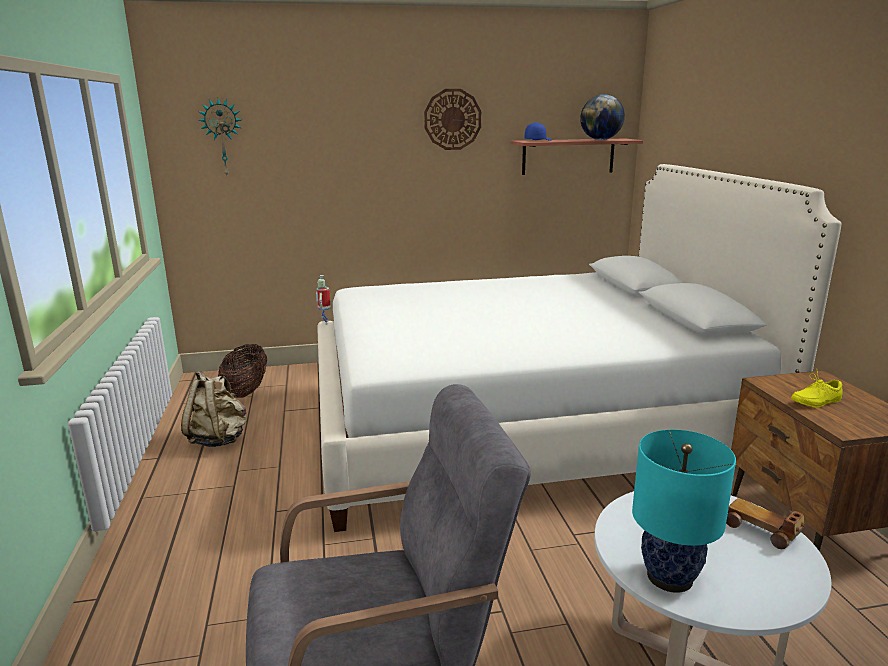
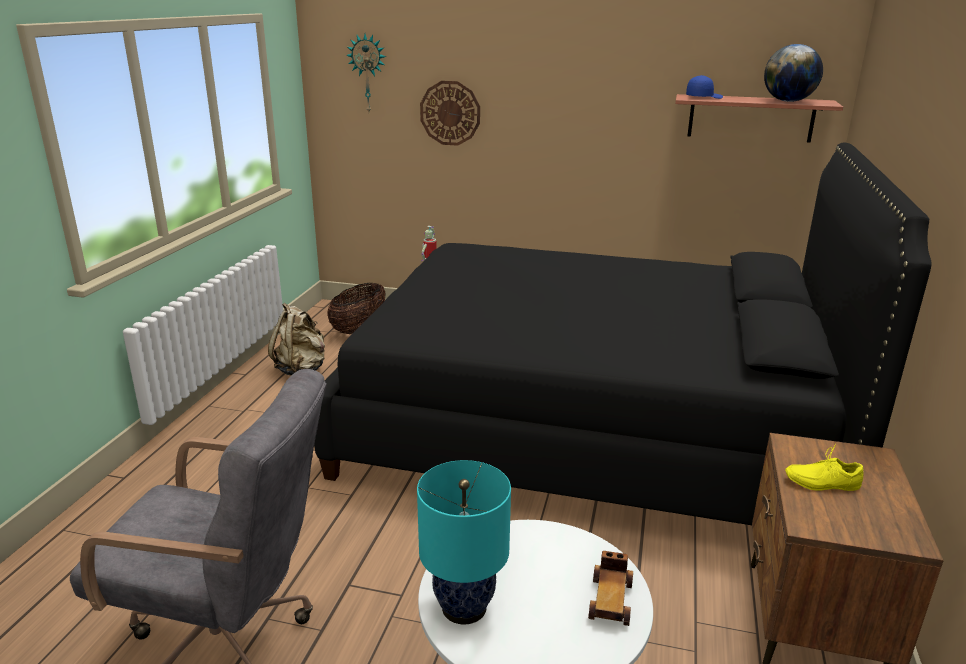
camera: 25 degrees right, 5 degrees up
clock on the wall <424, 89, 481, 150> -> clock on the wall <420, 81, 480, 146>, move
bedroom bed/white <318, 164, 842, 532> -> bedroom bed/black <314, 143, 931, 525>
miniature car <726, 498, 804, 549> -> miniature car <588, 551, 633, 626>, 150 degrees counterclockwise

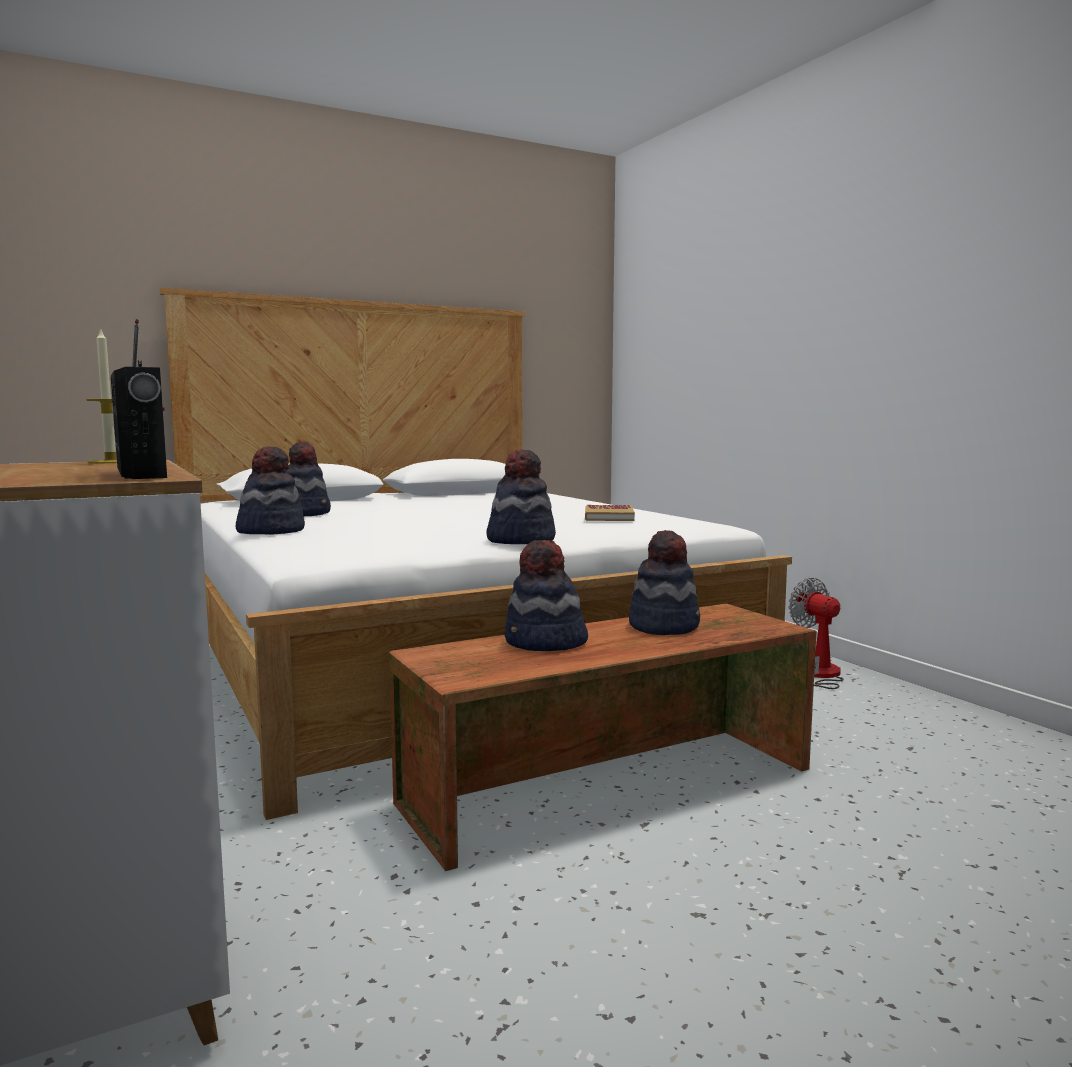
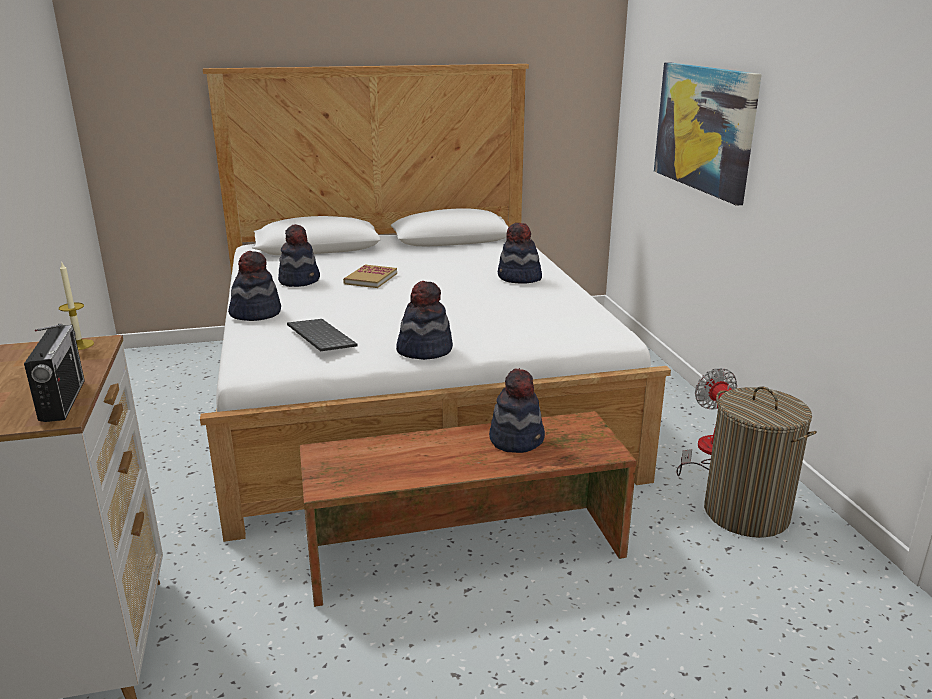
camera: 15 degrees right, 15 degrees up
volume <585, 505, 635, 521> -> volume <343, 265, 397, 288>, move
hat <504, 540, 588, 651> -> hat <498, 223, 542, 283>, move
none -> wall picture <654, 62, 762, 206>
none -> keyboard <287, 319, 358, 351>
none -> hamper <704, 386, 817, 538>

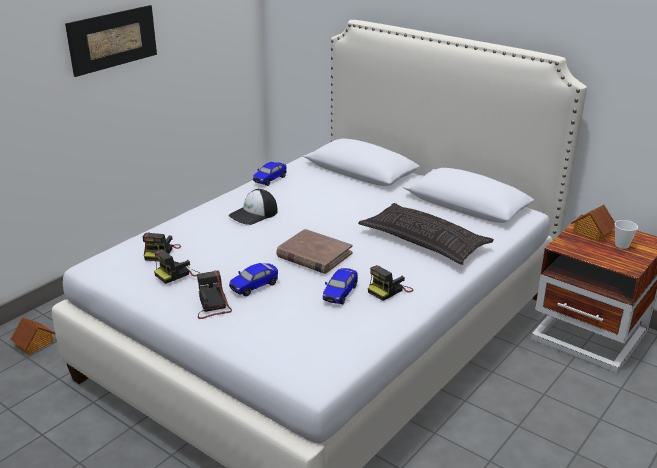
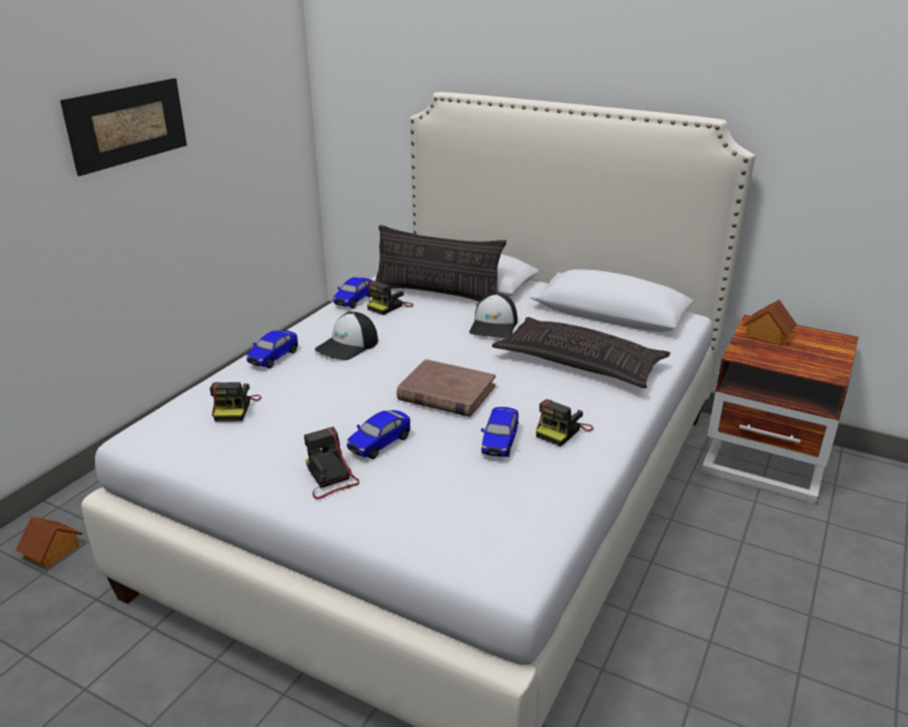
camera: 10 degrees left, 0 degrees up
small cup <615, 220, 638, 249> -> none
still camera <154, 249, 200, 284> -> still camera <367, 281, 414, 315>, move
none -> throw pillow <375, 225, 506, 302>
none -> peaked cap <469, 293, 517, 338>
none -> miniature car <247, 330, 298, 368>

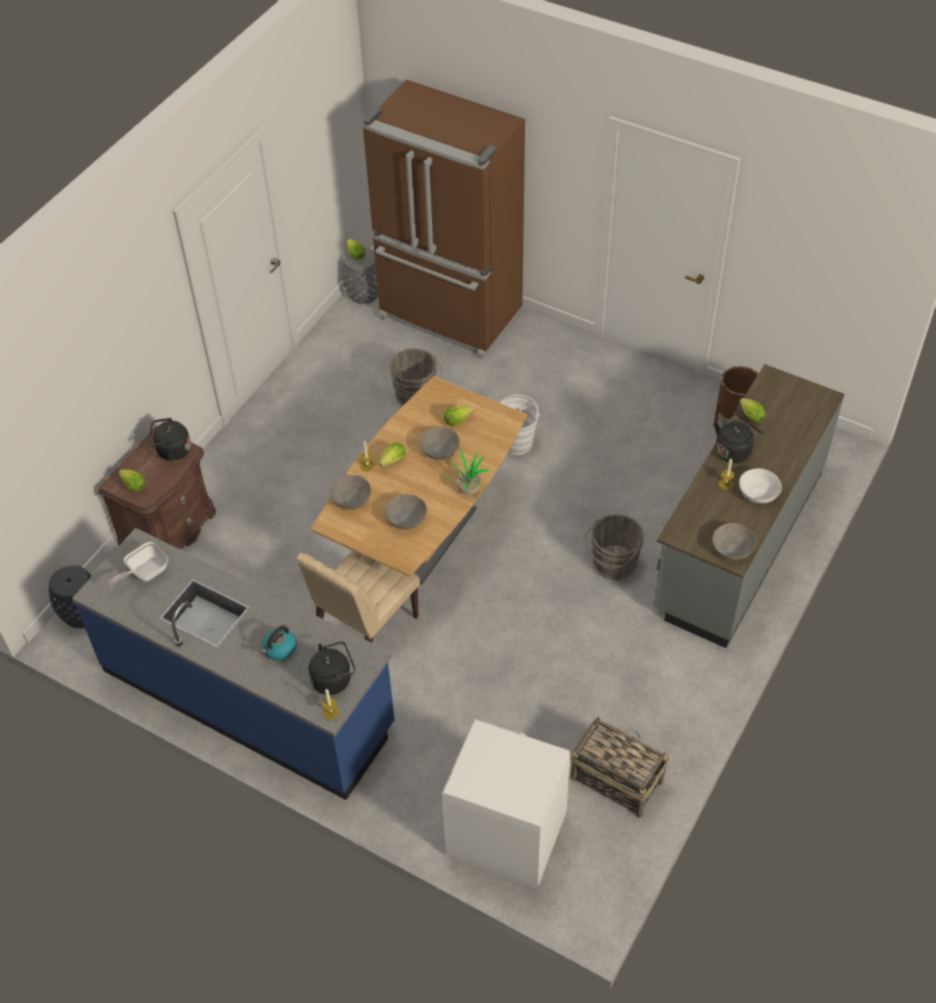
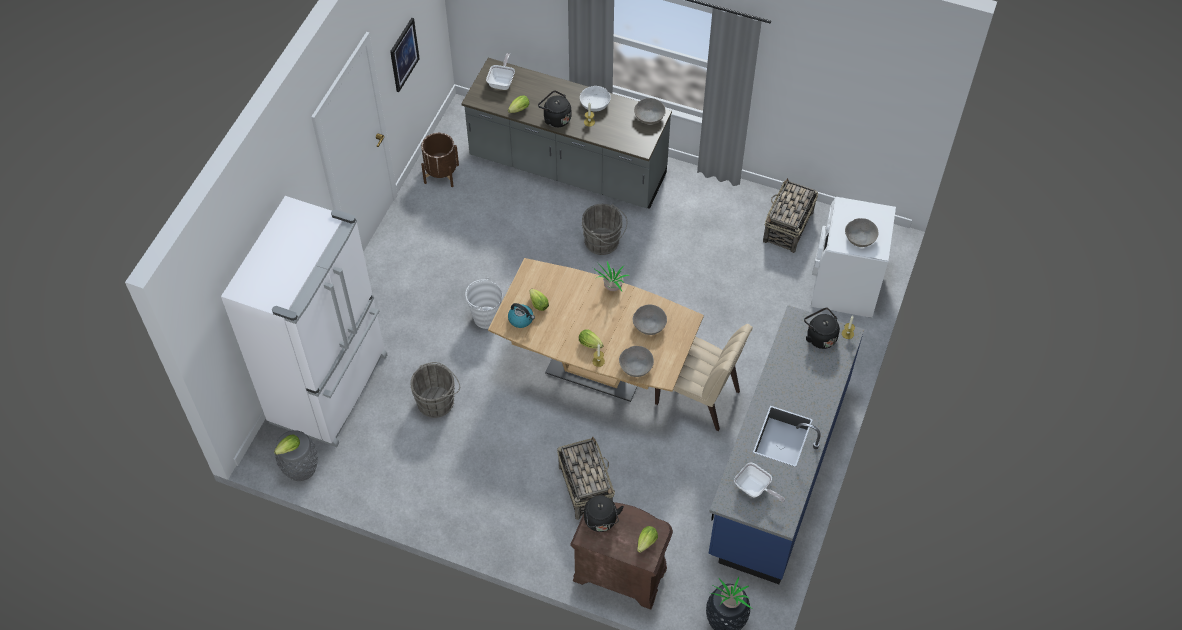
camera: 100 degrees left, 5 degrees up
fridge/brown-coloured <362, 79, 525, 360> -> fridge/white <221, 196, 387, 447>
serving bowl/greyish <420, 427, 460, 460> -> serving bowl/greyish <845, 218, 879, 247>, move
kettle <261, 625, 297, 661> -> kettle <508, 303, 535, 328>, move
none -> wall picture <390, 18, 420, 92>
none -> frying pan <486, 53, 515, 90>
none -> storage basket <557, 437, 615, 520>
none -> plant in a pot <712, 577, 752, 609>

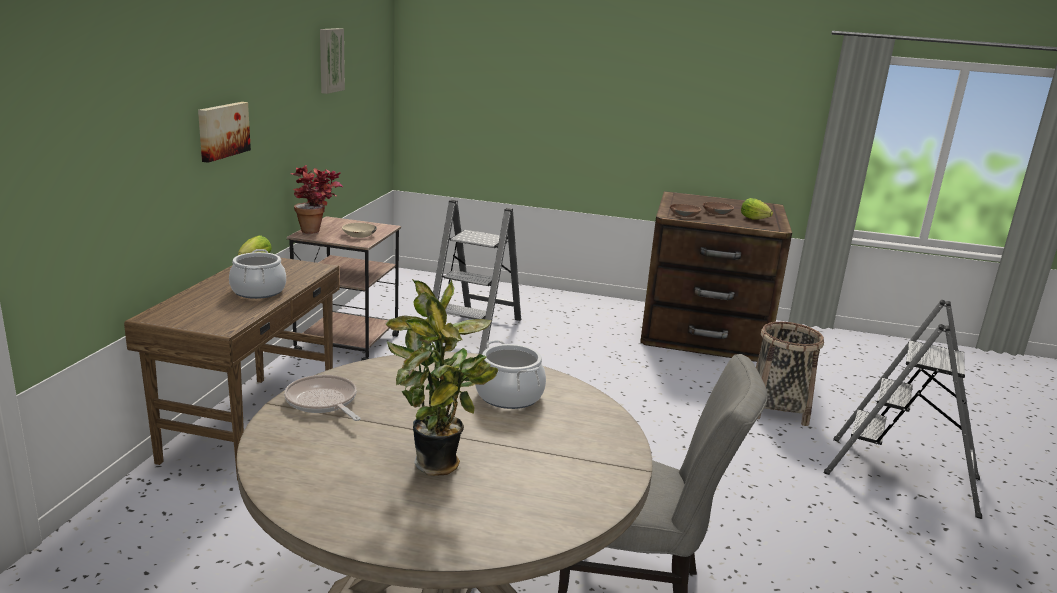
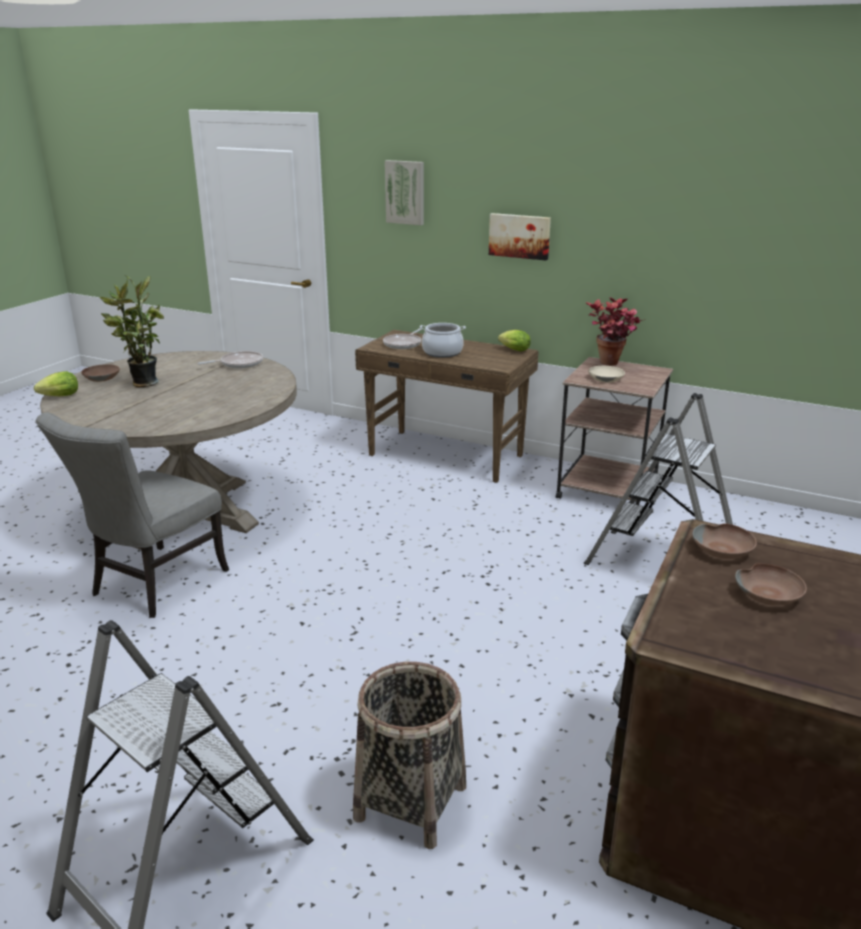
camera: 105 degrees right, 5 degrees up
wall picture <320, 28, 345, 94> -> wall picture <385, 160, 424, 225>, move
lettuce head <741, 198, 773, 219> -> lettuce head <34, 371, 78, 396>, move
stockpot <475, 340, 546, 409> -> none
none -> frying pan <383, 328, 422, 349>
none -> serving bowl/brown-coloured <81, 364, 120, 382>

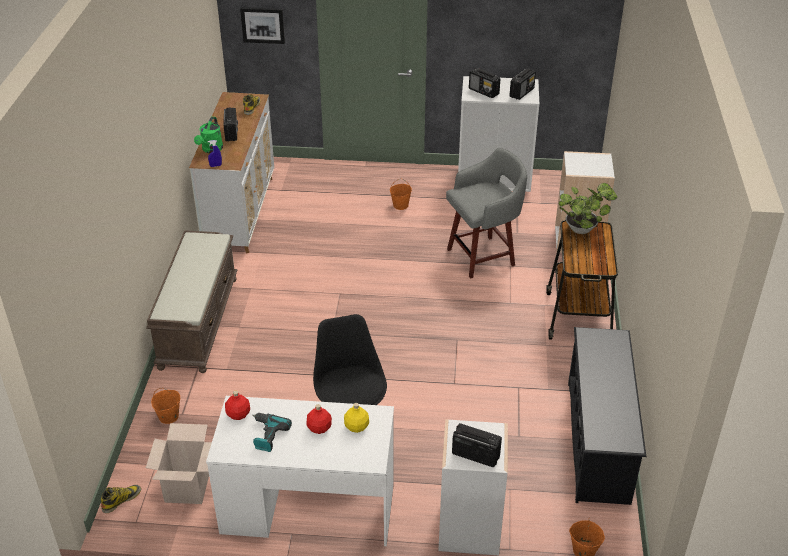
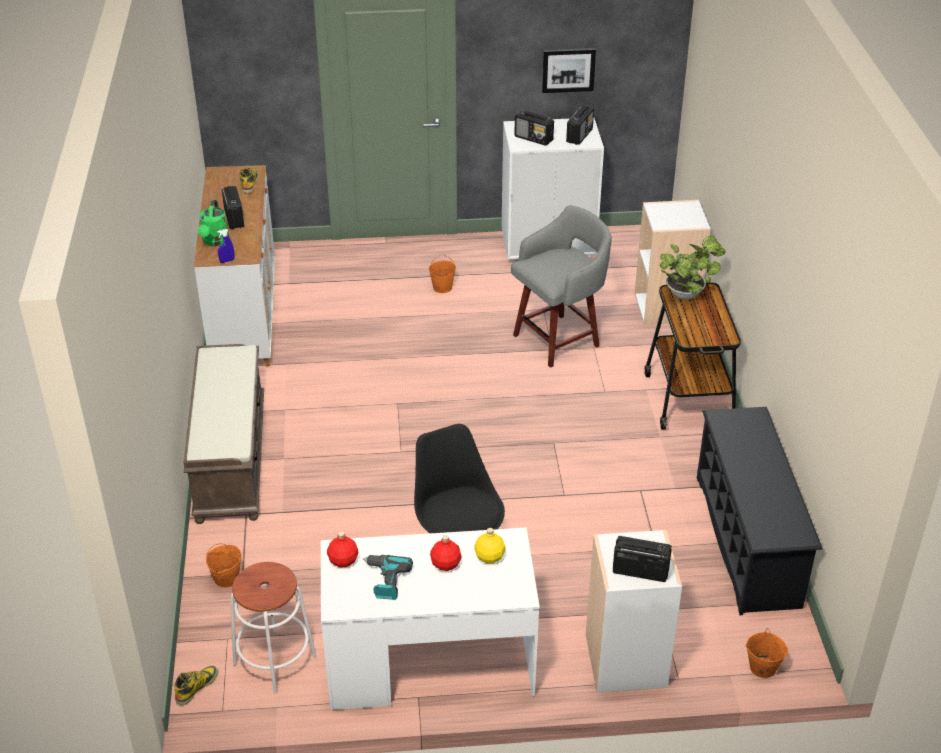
camera: 10 degrees left, 0 degrees up
wall picture <240, 7, 285, 44> -> wall picture <542, 48, 596, 93>, move
packing box <146, 423, 212, 504> -> stool/white <231, 562, 317, 694>

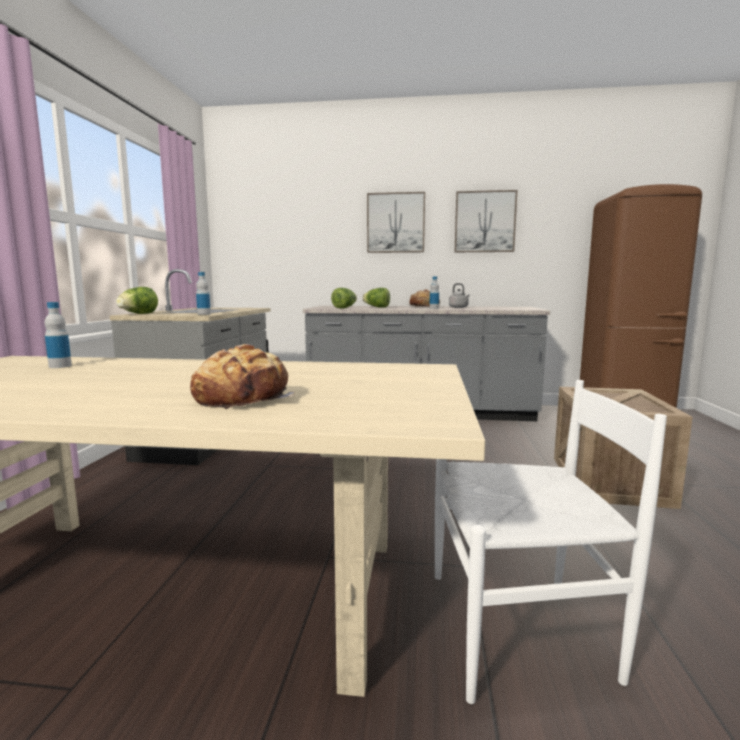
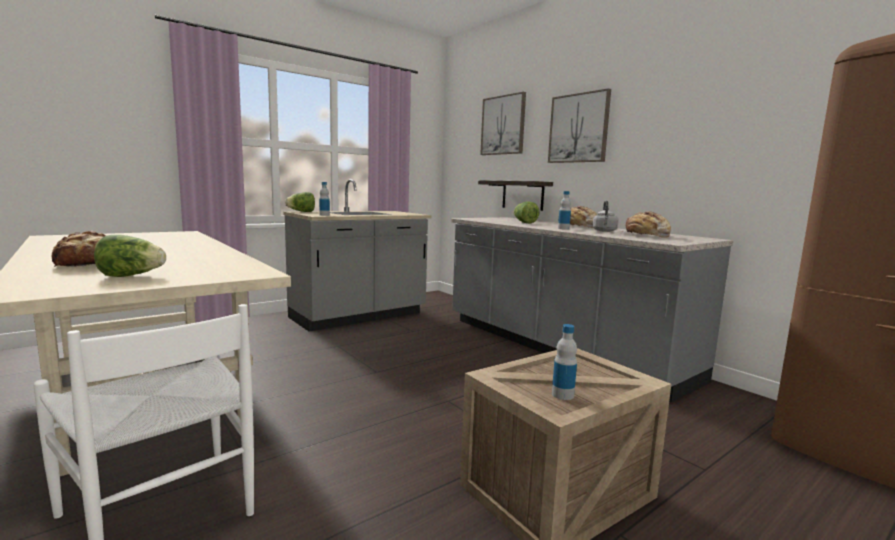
camera: 45 degrees right, 0 degrees up
wall picture <455, 190, 518, 252> -> wall picture <480, 92, 526, 155>, move
lettuce head <331, 288, 357, 308> -> lettuce head <94, 235, 166, 277>, move
beverage bottle <44, 302, 72, 368> -> beverage bottle <552, 324, 577, 400>, move
none -> shelf <478, 180, 553, 211>
none -> bakery bread <624, 211, 671, 238>

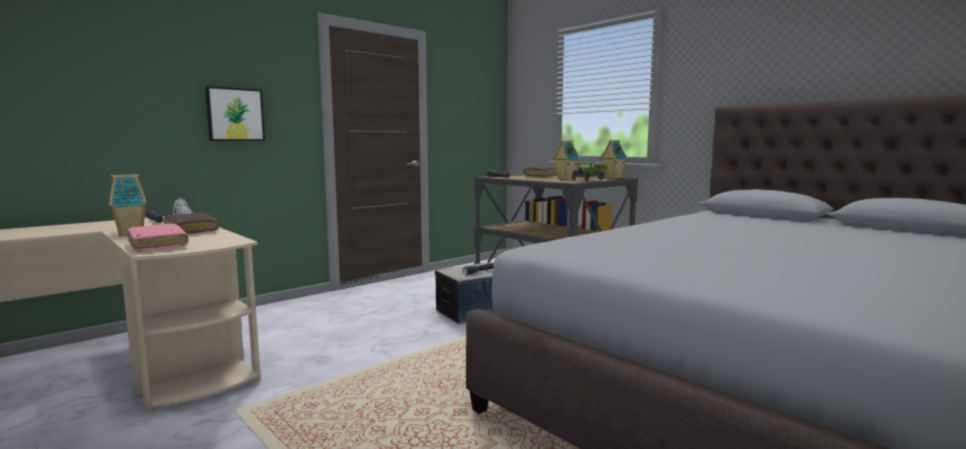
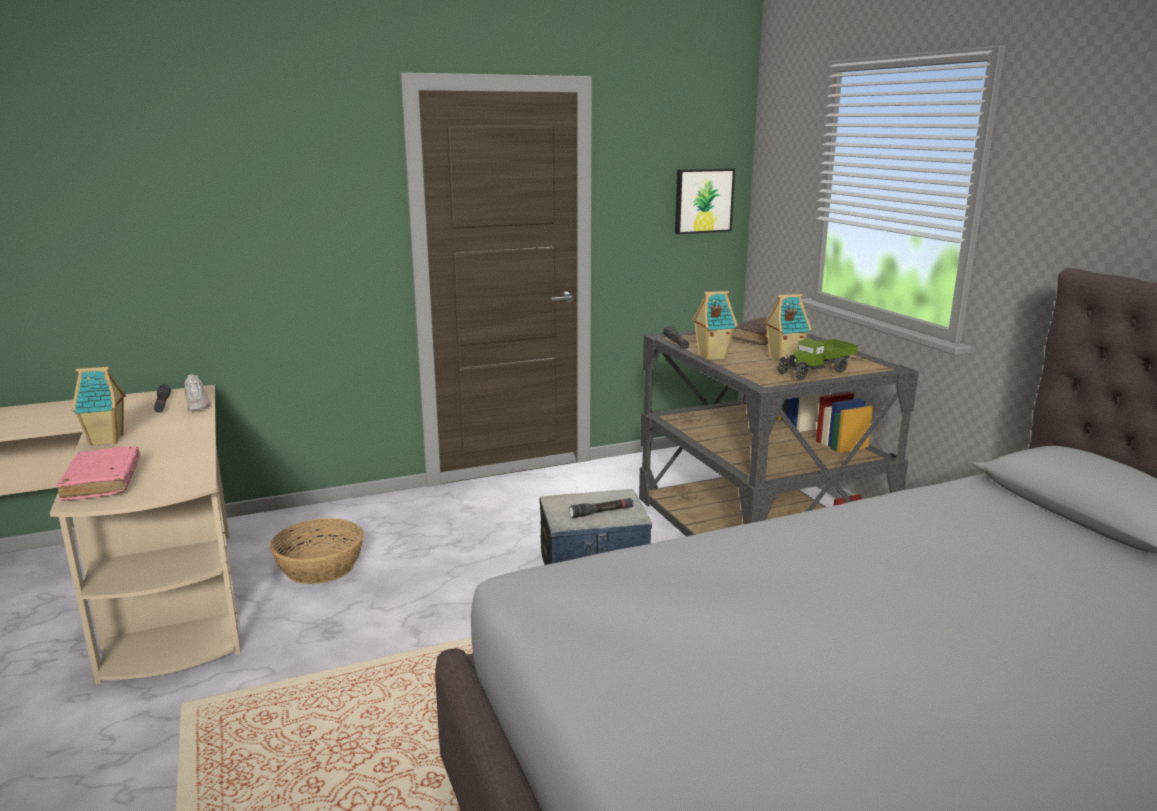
camera: 20 degrees right, 10 degrees up
wall picture <205, 86, 265, 141> -> wall picture <675, 168, 735, 234>, move
model house <600, 140, 628, 179> -> model house <692, 291, 738, 360>, move
volume/brown-coloured <164, 212, 219, 234> -> none
none -> storage basket <270, 518, 364, 584>

